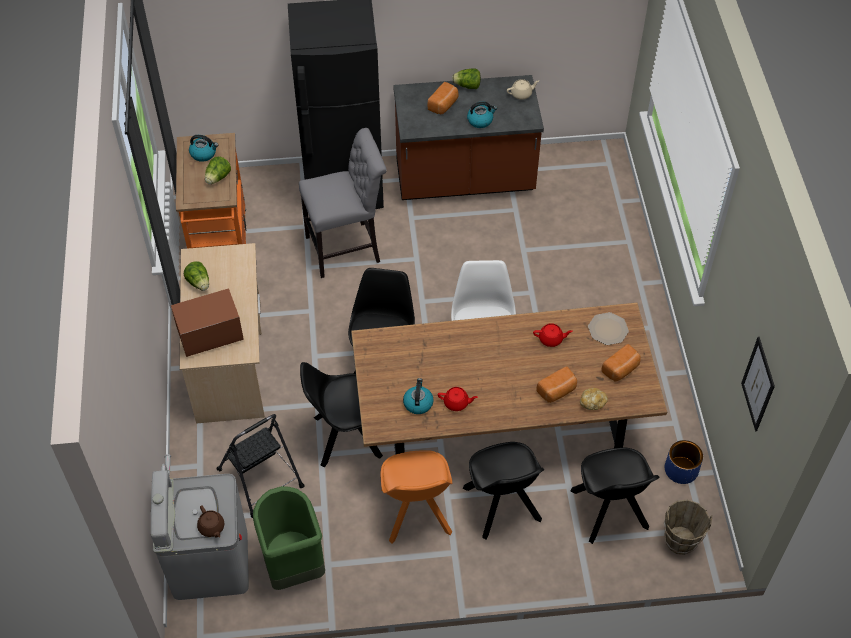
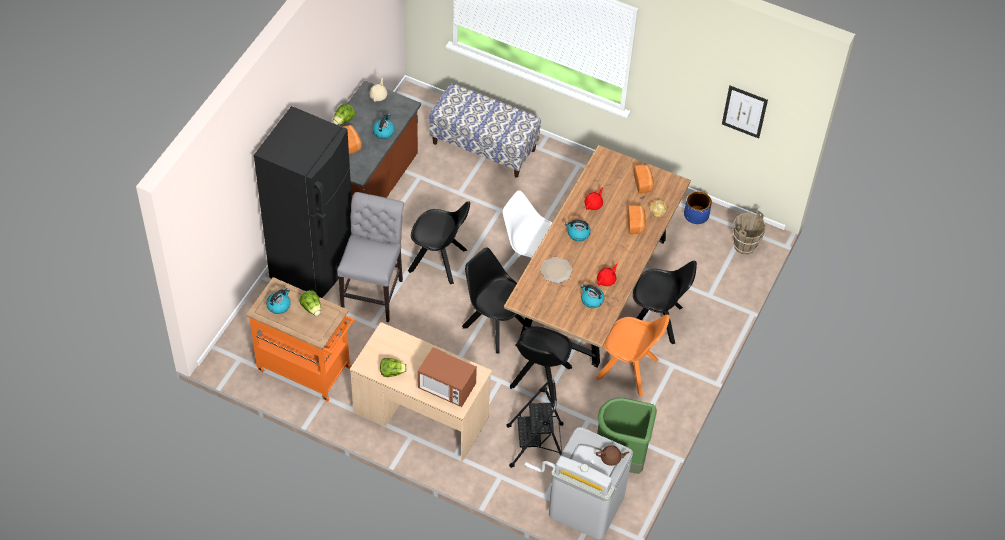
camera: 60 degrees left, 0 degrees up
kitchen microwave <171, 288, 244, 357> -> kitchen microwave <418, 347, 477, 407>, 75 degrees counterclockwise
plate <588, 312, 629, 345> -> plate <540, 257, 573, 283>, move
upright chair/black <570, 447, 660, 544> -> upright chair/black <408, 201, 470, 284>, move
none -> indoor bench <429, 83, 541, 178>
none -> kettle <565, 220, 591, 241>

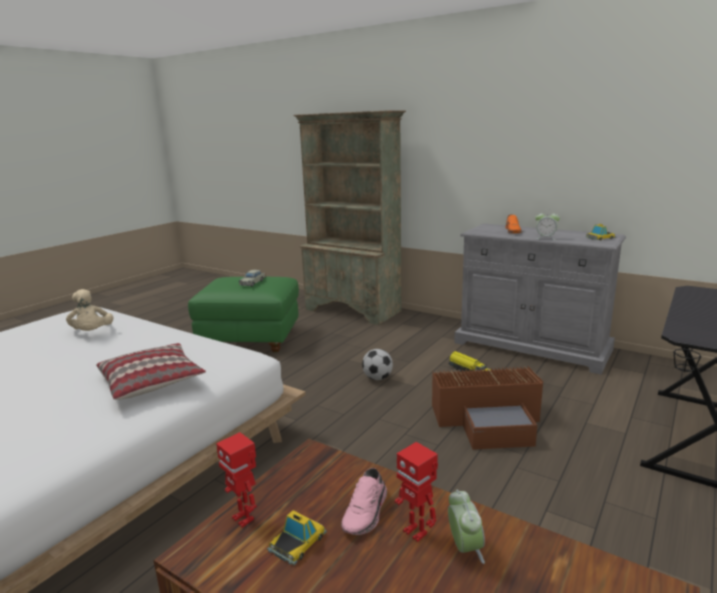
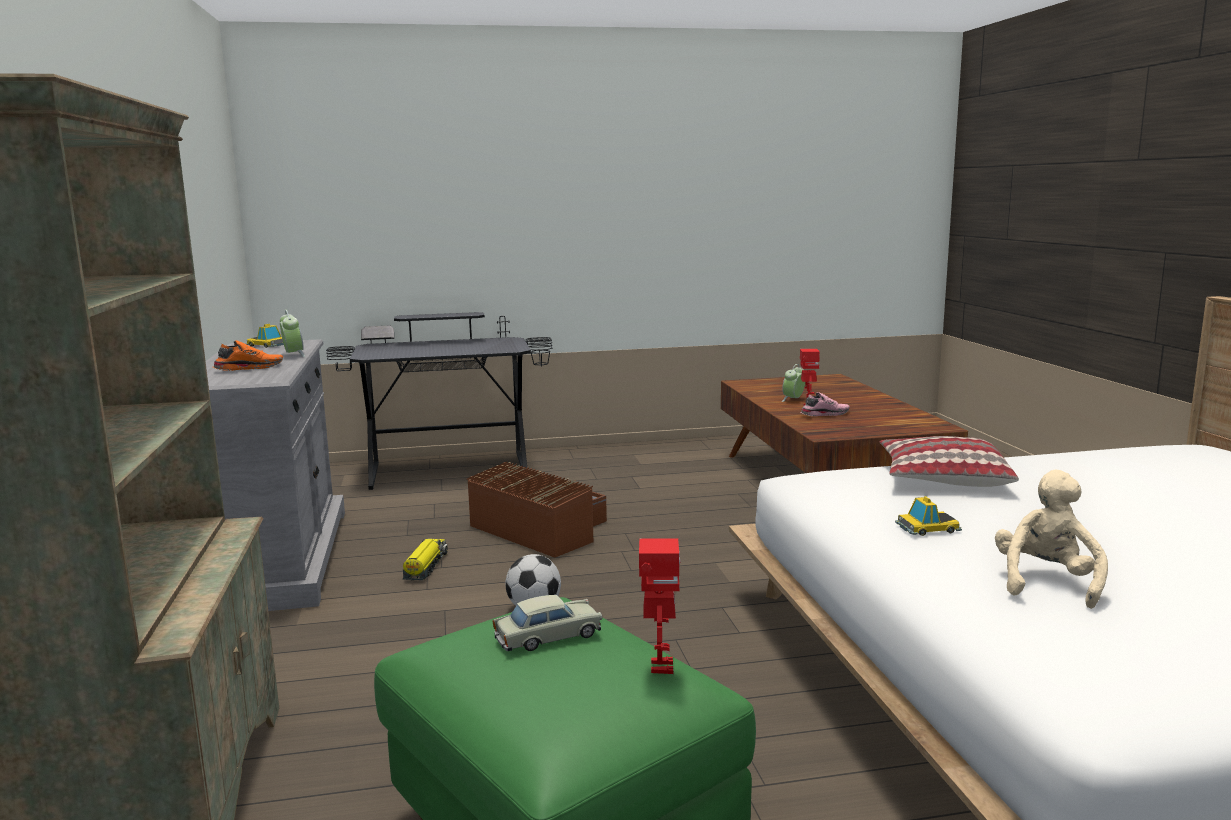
camera: 135 degrees left, 5 degrees down
model robot <216, 432, 257, 528> -> model robot <639, 539, 680, 674>, move
miniature car <267, 510, 327, 565> -> miniature car <895, 496, 962, 536>, move

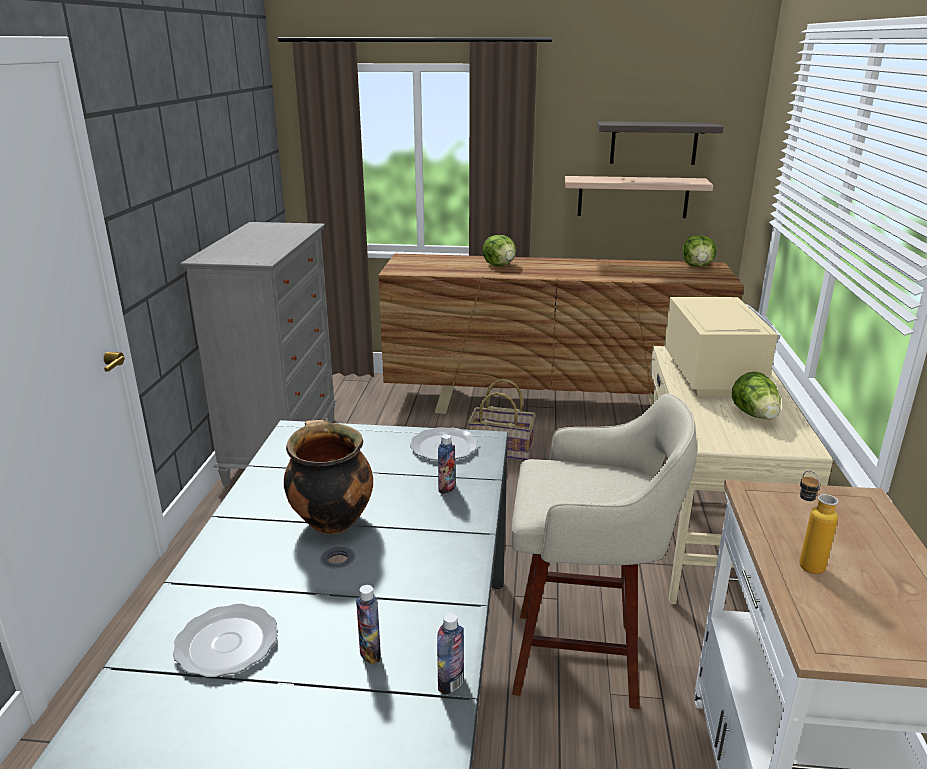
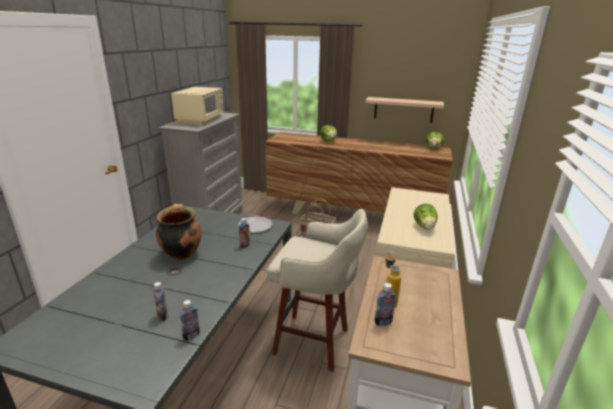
camera: 10 degrees right, 0 degrees up
shelf <597, 121, 723, 165> -> none
kitchen microwave/beige-coloured <664, 297, 780, 398> -> kitchen microwave/beige-coloured <171, 87, 224, 125>, move
plate <173, 604, 278, 678> -> none
none -> beverage bottle <374, 283, 396, 326>

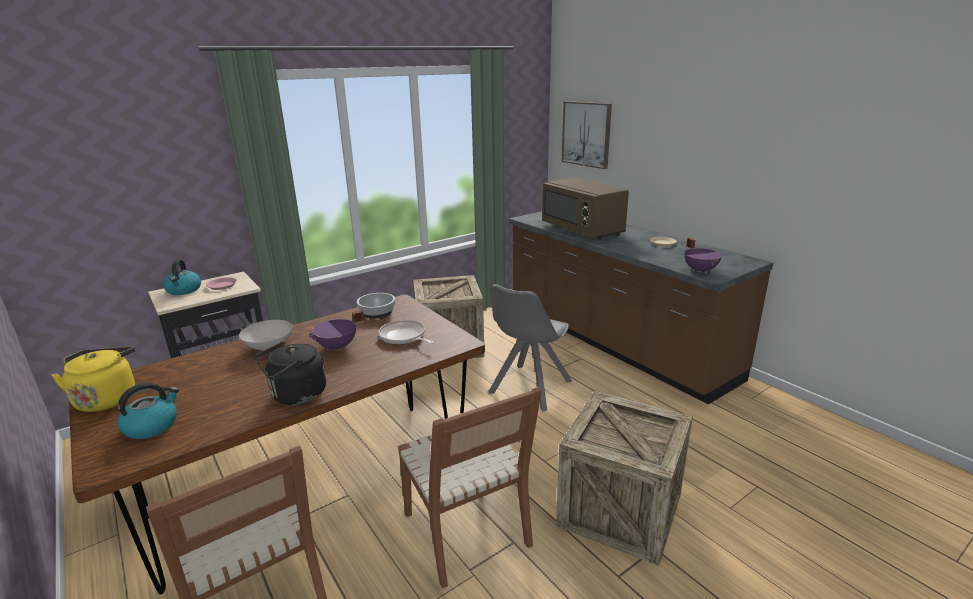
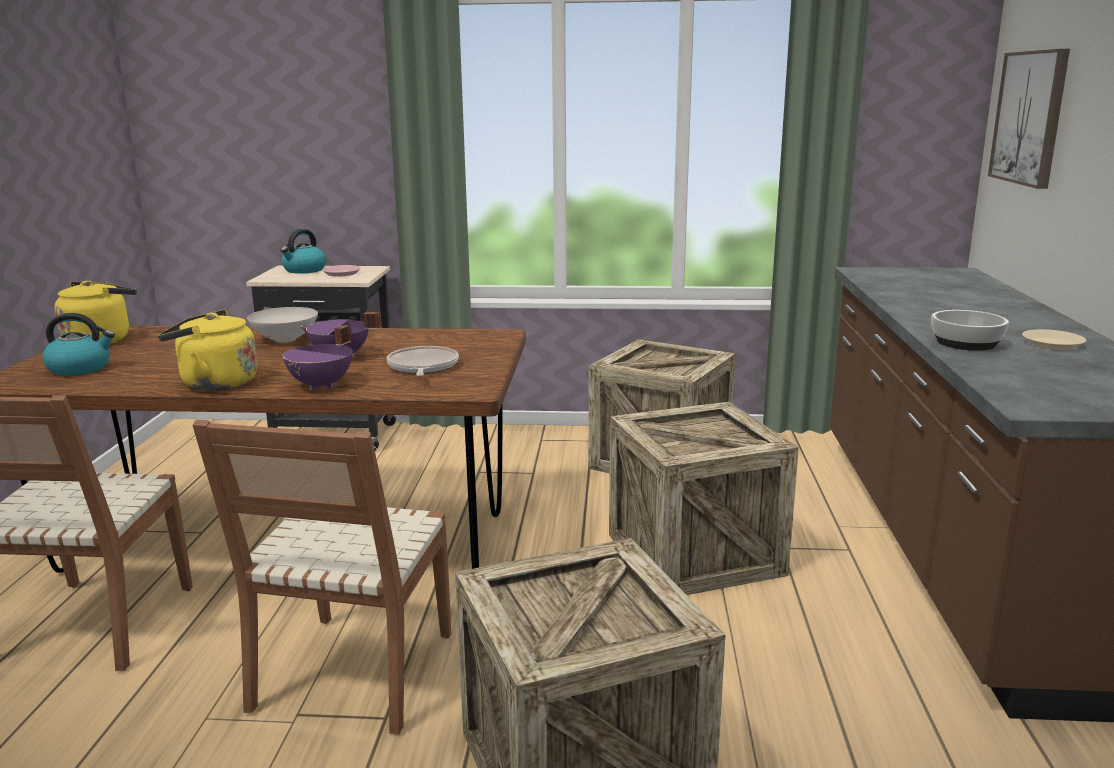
camera: 40 degrees right, 5 degrees down
kitchen microwave/brown-coloured <542, 178, 629, 240> -> none
stockpot/purplish <684, 238, 722, 273> -> stockpot/purplish <283, 325, 352, 390>, move
upright chair/greyish <488, 284, 572, 411> -> crate <609, 402, 799, 595>
serving bowl <357, 293, 395, 319> -> serving bowl <931, 310, 1009, 351>, move
kettle/black <254, 341, 326, 405> -> kettle/yellow <158, 310, 257, 391>

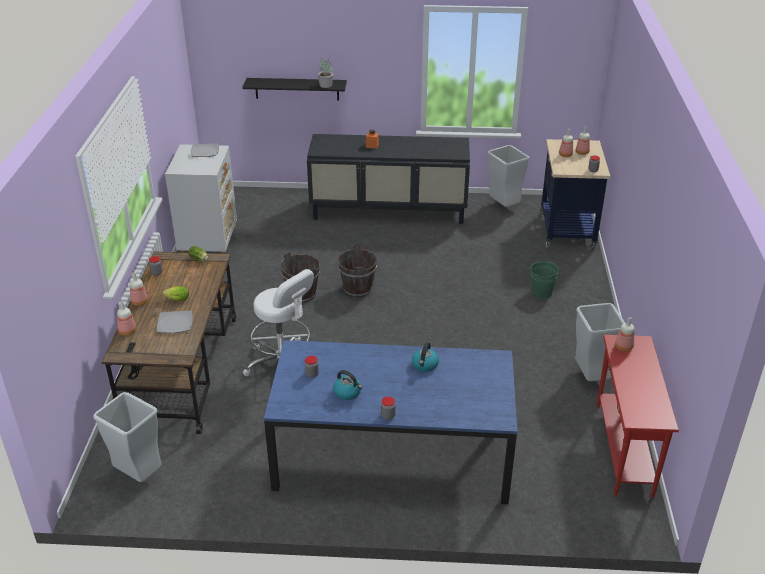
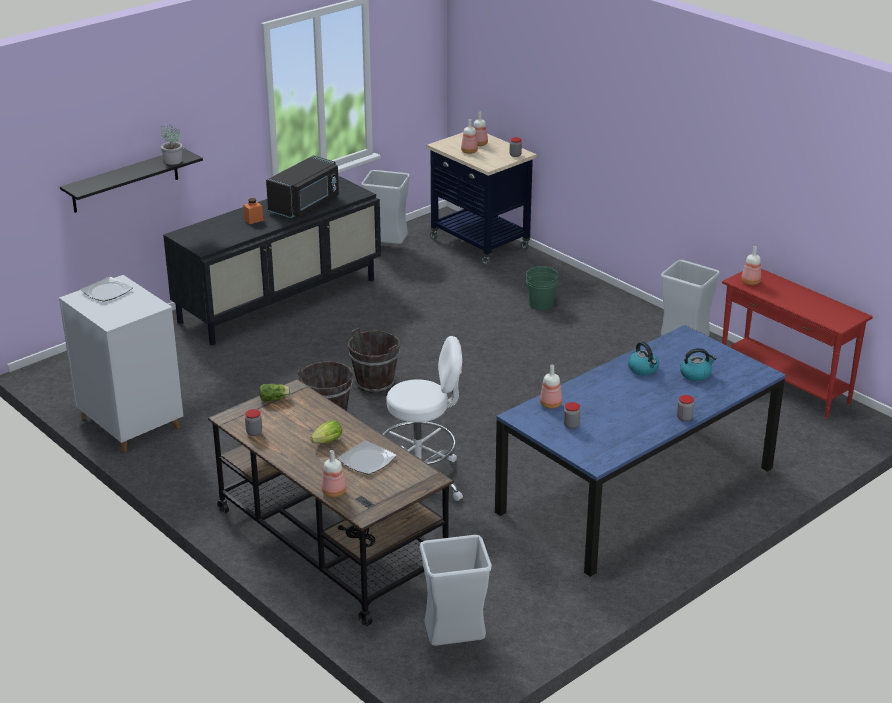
camera: 45 degrees left, 5 degrees down
beverage bottle <130, 273, 148, 306> -> beverage bottle <540, 365, 562, 409>, move
kettle <333, 370, 363, 400> -> kettle <680, 348, 717, 381>, move
none -> kitchen microwave/black <266, 156, 339, 218>

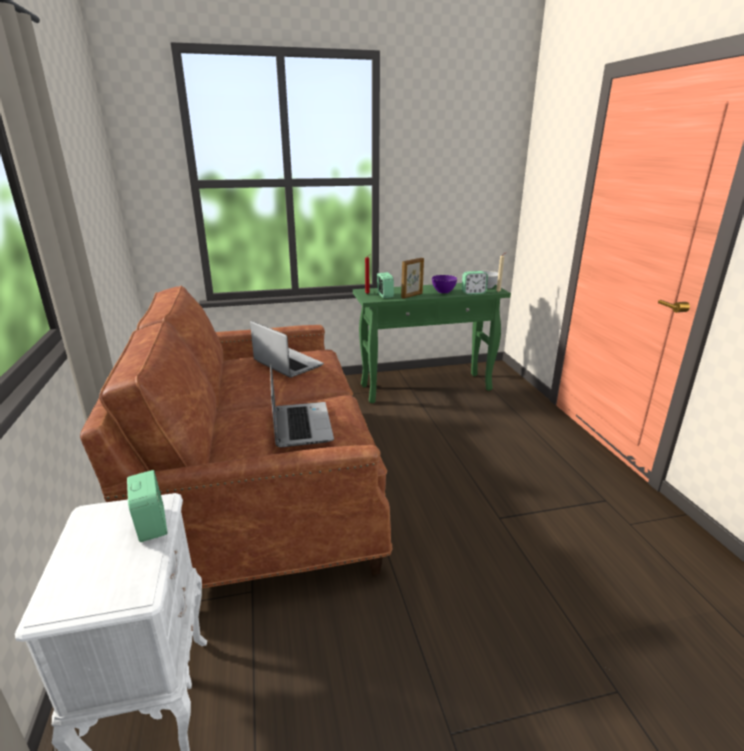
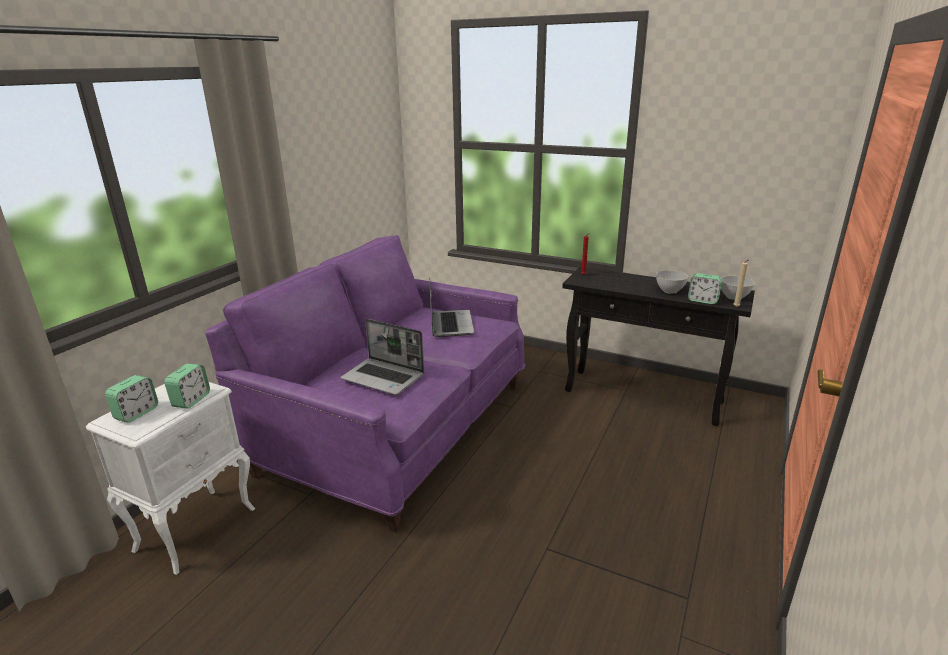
camera: 40 degrees right, 0 degrees up
picture frame <401, 258, 424, 299> -> none
table clock <377, 272, 394, 298> -> table clock <105, 375, 158, 423>, move
serving bowl/purplish <432, 275, 458, 293> -> serving bowl/greyish <656, 270, 688, 294>
narrow table/green-coloured <353, 283, 511, 403> -> narrow table/black <562, 267, 755, 426>
sofa/brown-coloured <80, 285, 392, 588> -> sofa/purplish <205, 235, 525, 532>
notebook computer <270, 363, 334, 448> -> notebook computer <340, 319, 424, 395>, 90 degrees clockwise

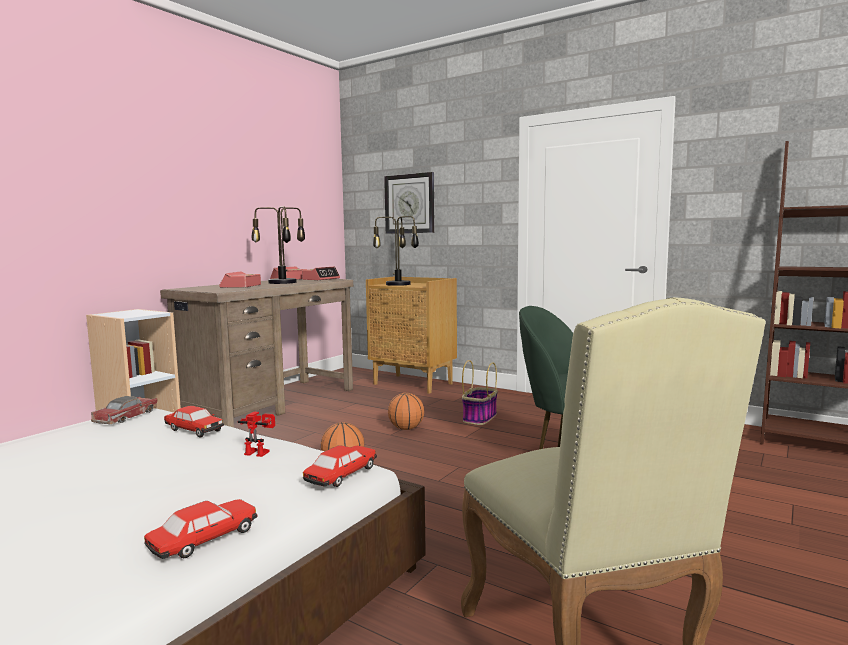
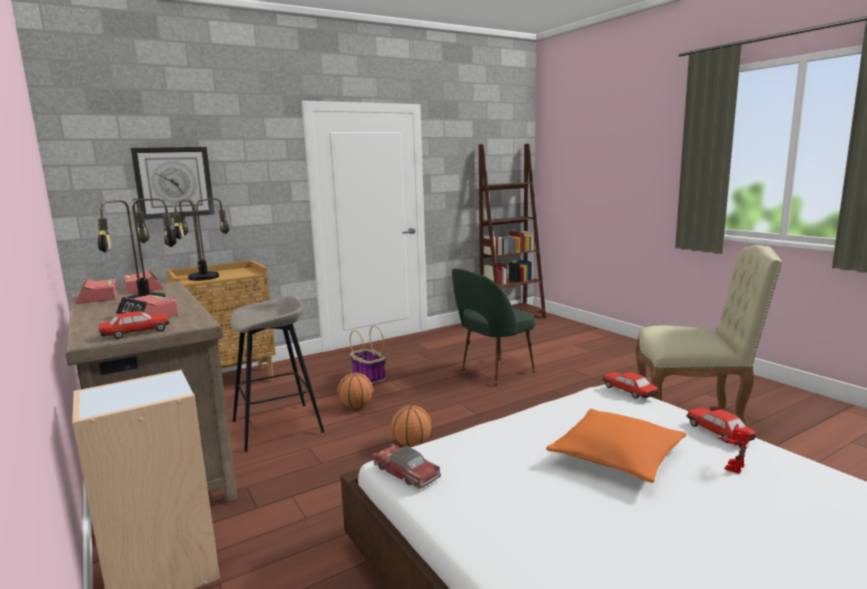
camera: 65 degrees left, 5 degrees up
miniature car <164, 406, 224, 438> -> miniature car <99, 311, 170, 339>, move
model robot <238, 412, 275, 457> -> model robot <717, 424, 750, 474>, move
none -> stool/greyish <230, 296, 324, 452>
none -> throw pillow/orangey <546, 409, 687, 483>

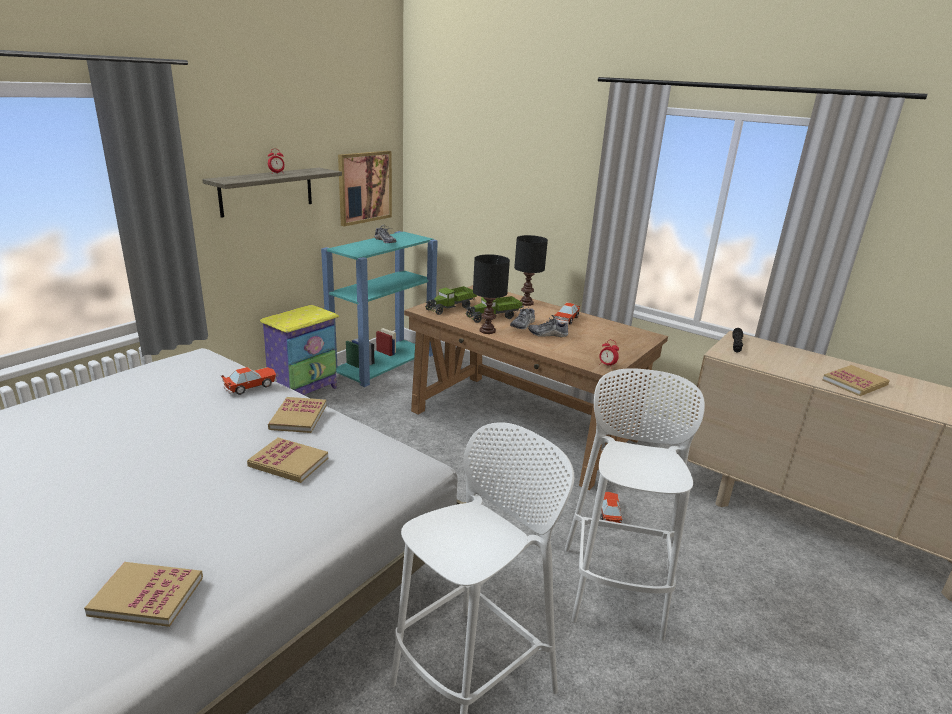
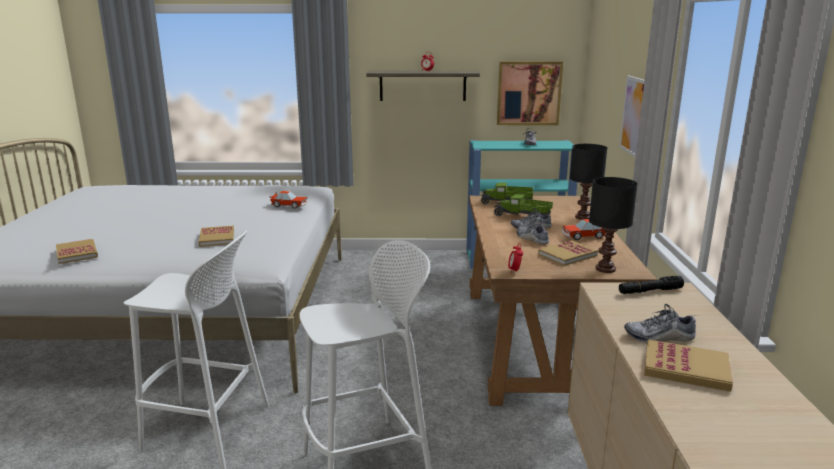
camera: 55 degrees right, 5 degrees down
table lamp/black <473, 254, 510, 334> -> table lamp/black <589, 177, 638, 273>, move
bedside table <260, 305, 340, 395> -> none
volume <268, 397, 326, 433> -> volume <538, 240, 598, 266>, move
miniature car <600, 492, 623, 523> -> none
none -> wall picture <619, 76, 645, 157>
none -> low shoe <624, 304, 696, 343>

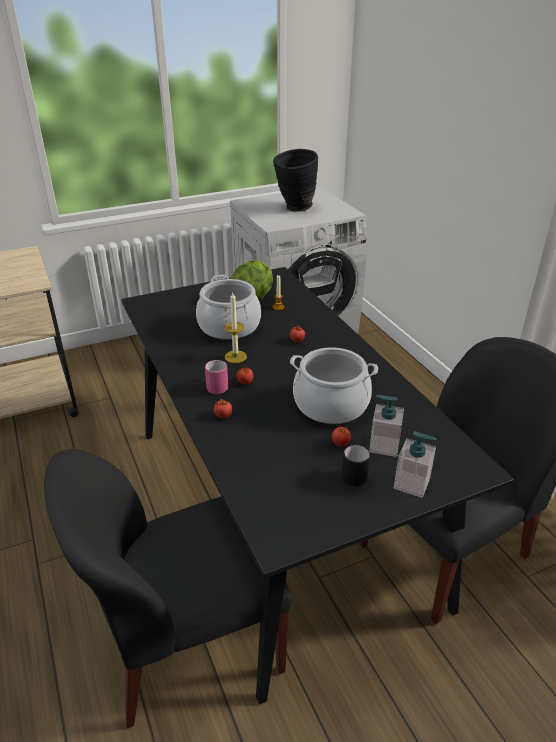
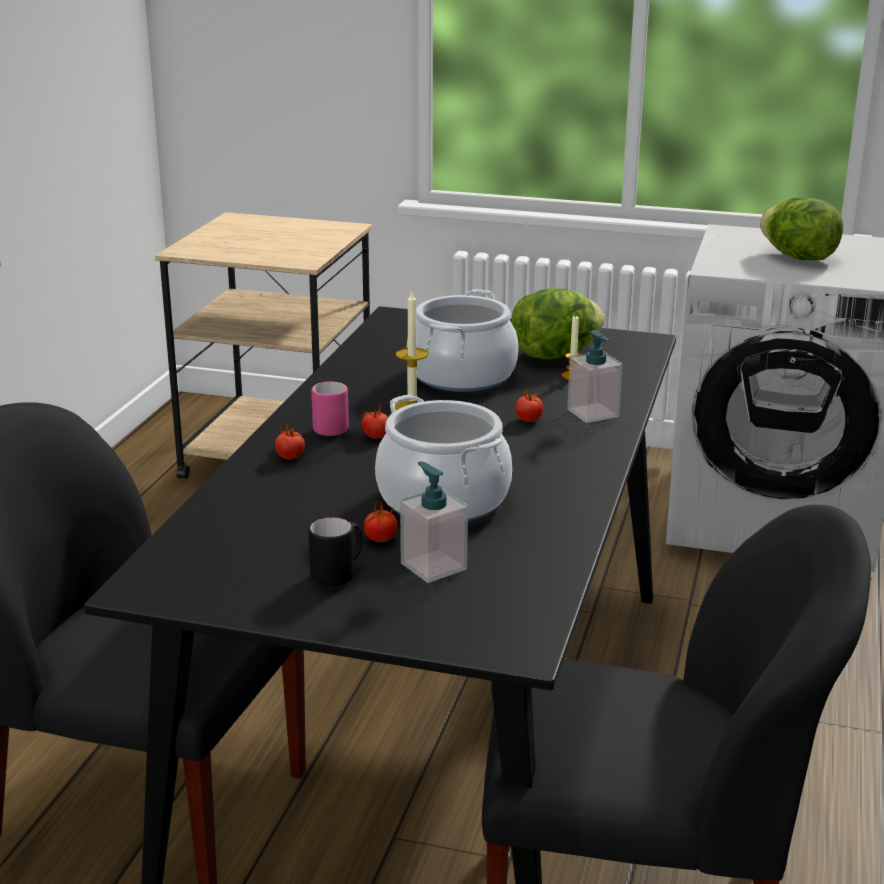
camera: 40 degrees right, 10 degrees down
flower vase/black <273, 149, 318, 212> -> lettuce head <760, 198, 843, 260>
liquid soap bottle <394, 431, 437, 498> -> liquid soap bottle <567, 330, 623, 423>, move

